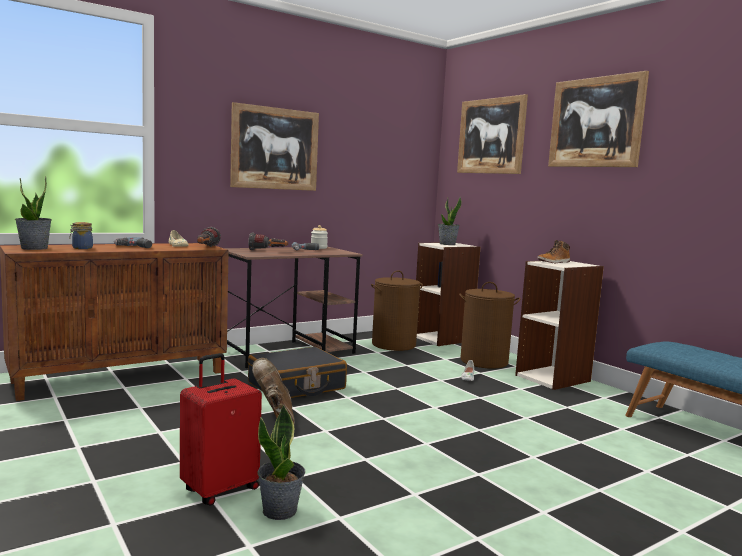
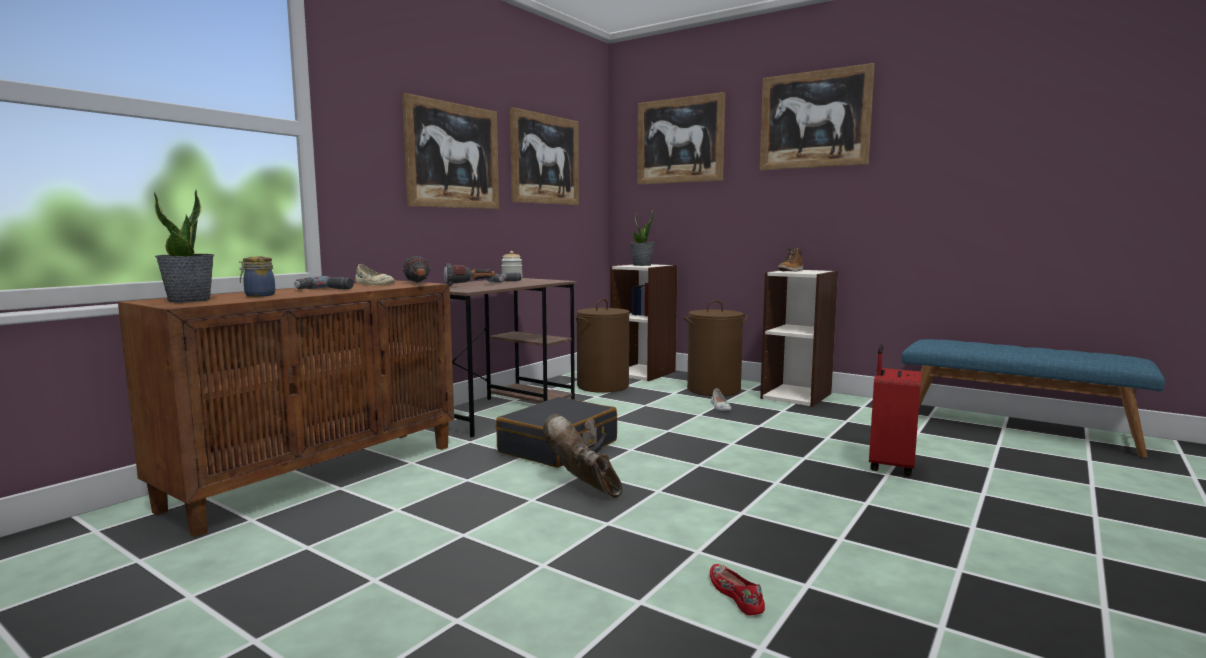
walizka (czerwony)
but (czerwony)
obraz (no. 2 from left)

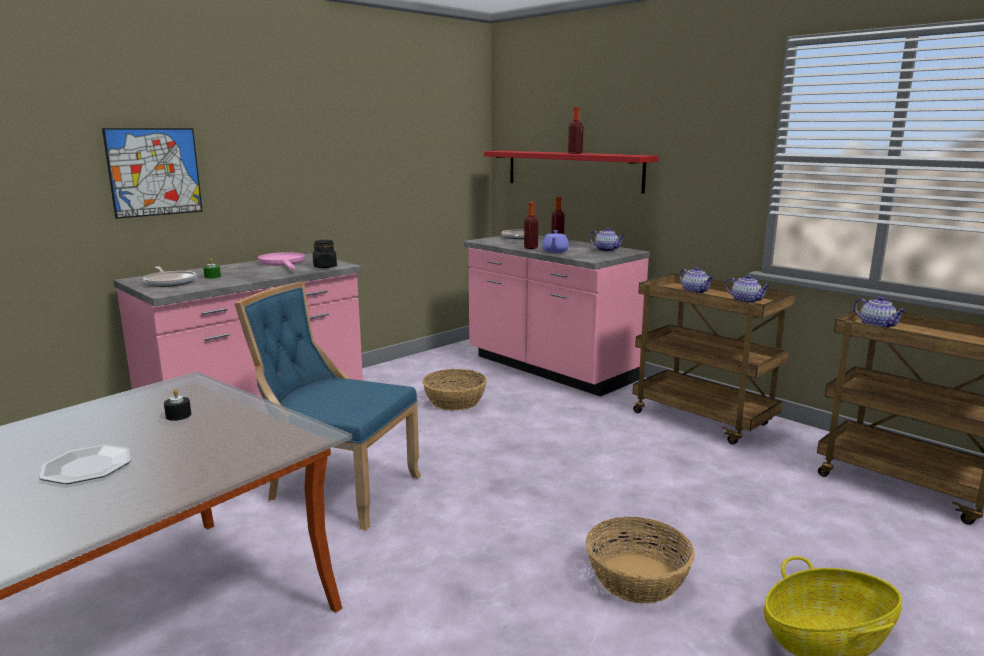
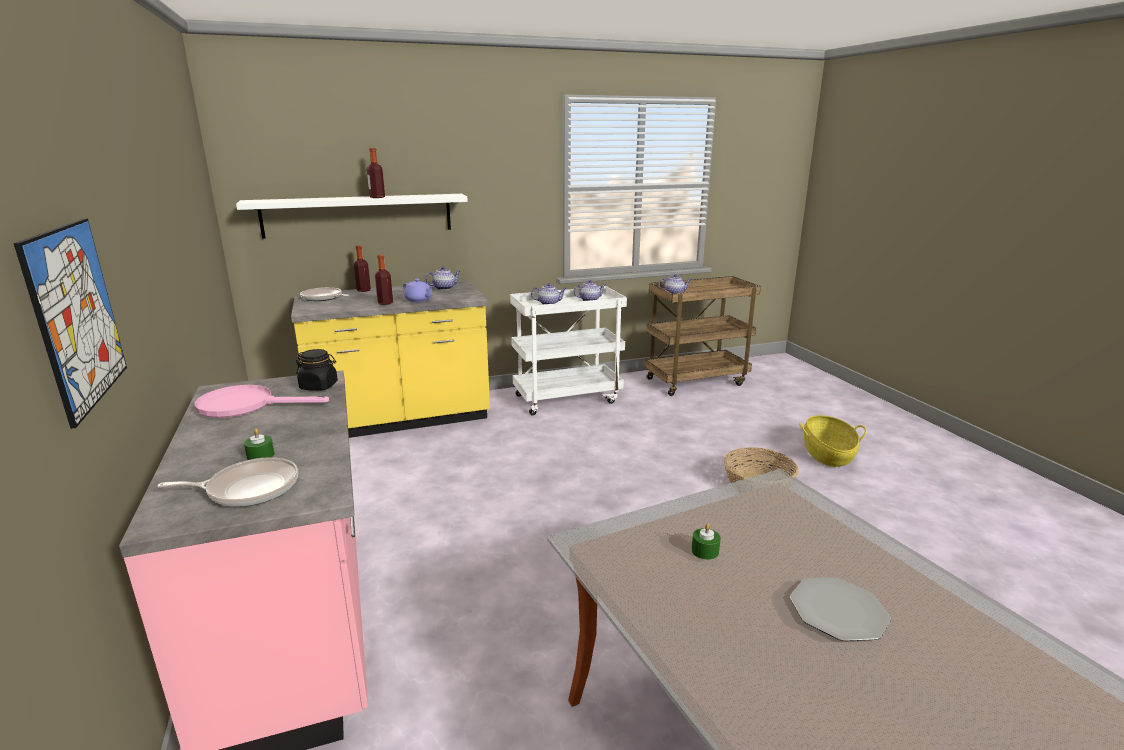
półka (biały)
zabudowa kuchenna (żółty)
wózek (biały)
krzesło (niebieski)
koszyk (no. 1 from left in the first image)
świeca (zielony) (no. 2 from left)

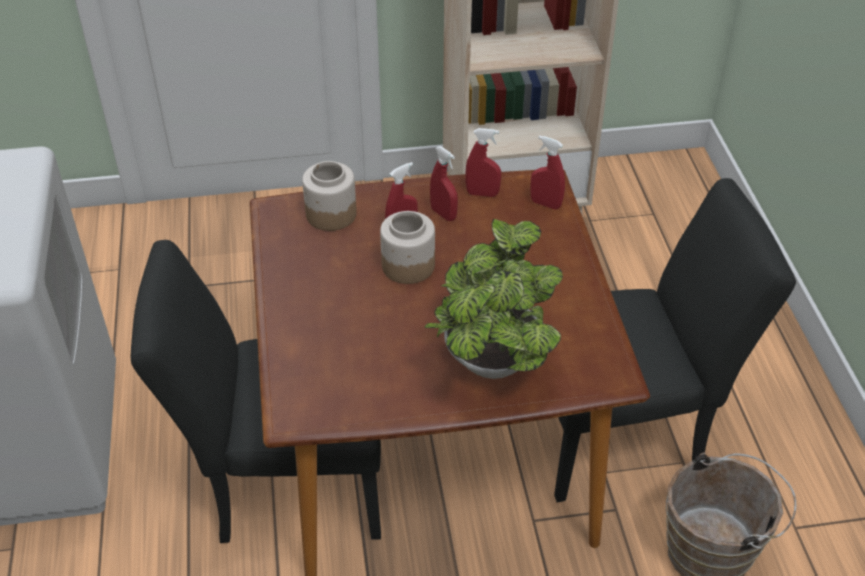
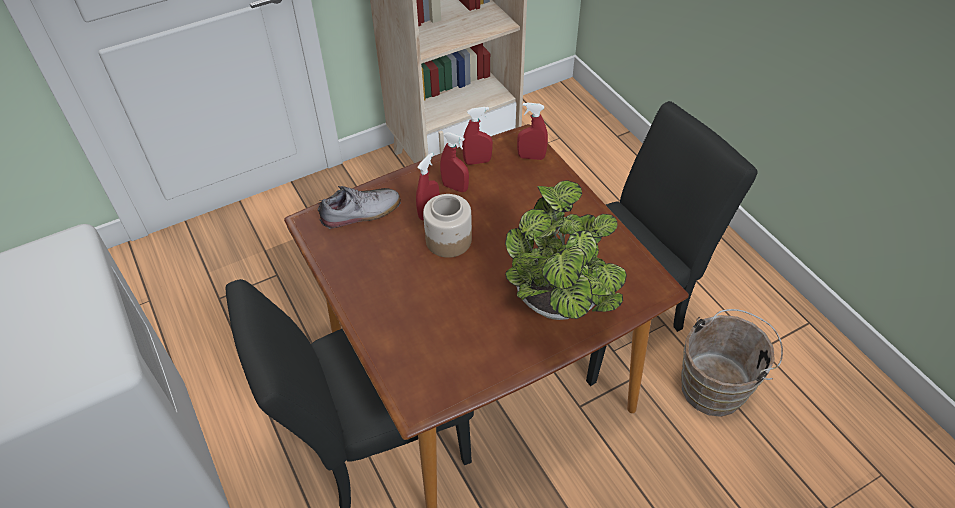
but

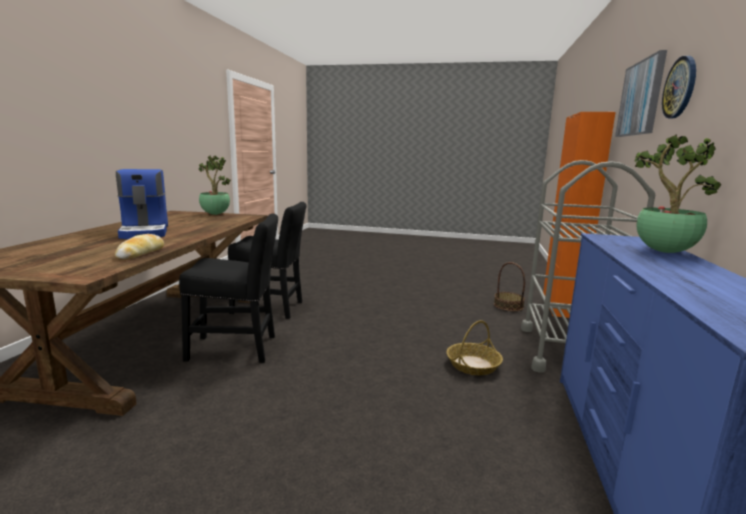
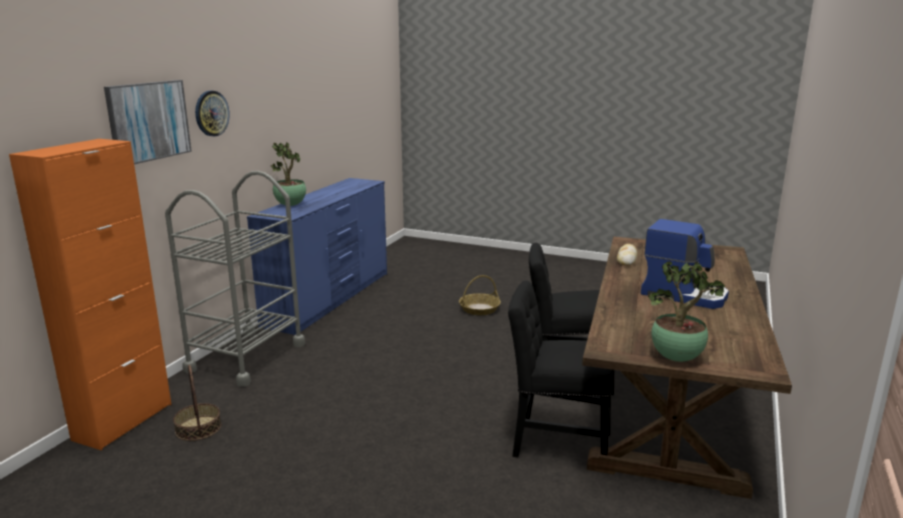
ekspres do kawy
koszyk (no. 2 from left)

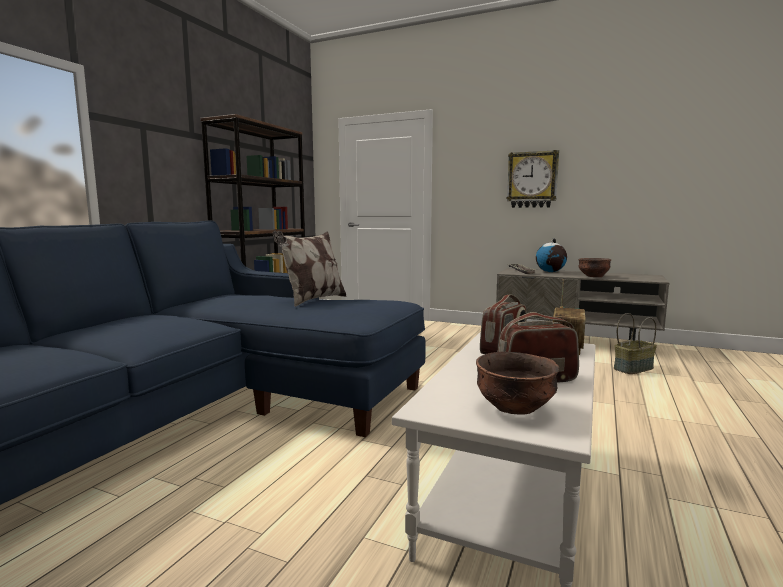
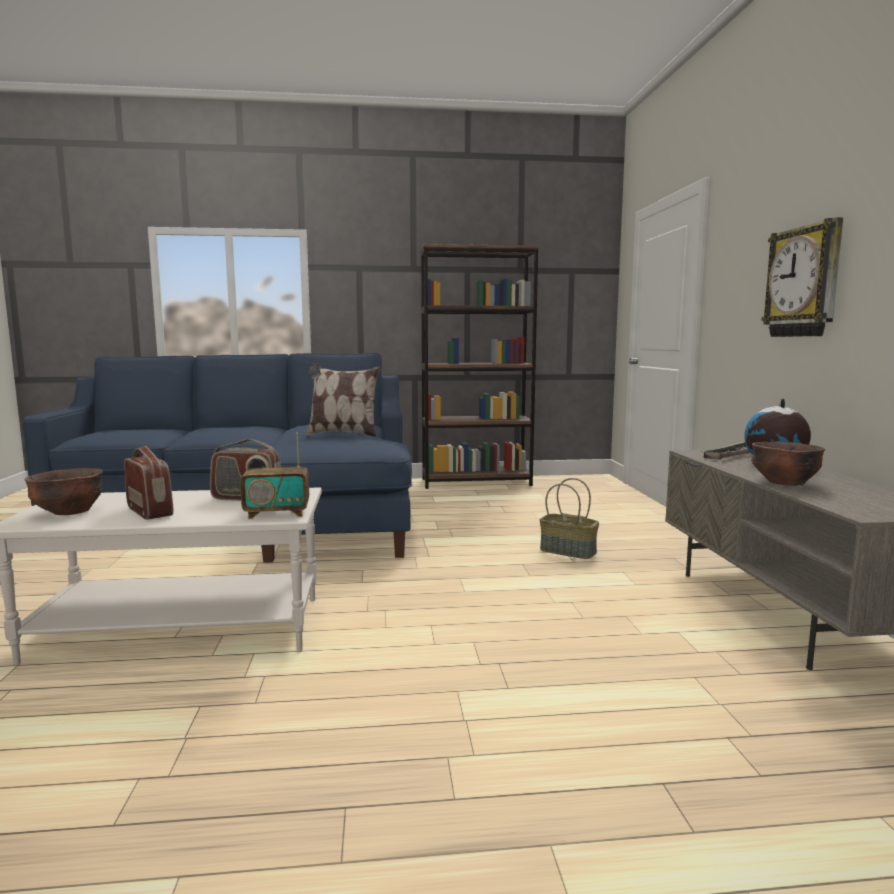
koszyk

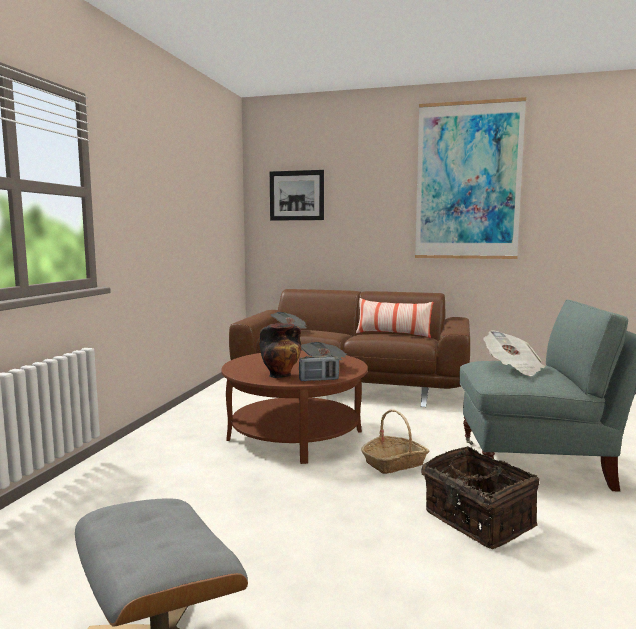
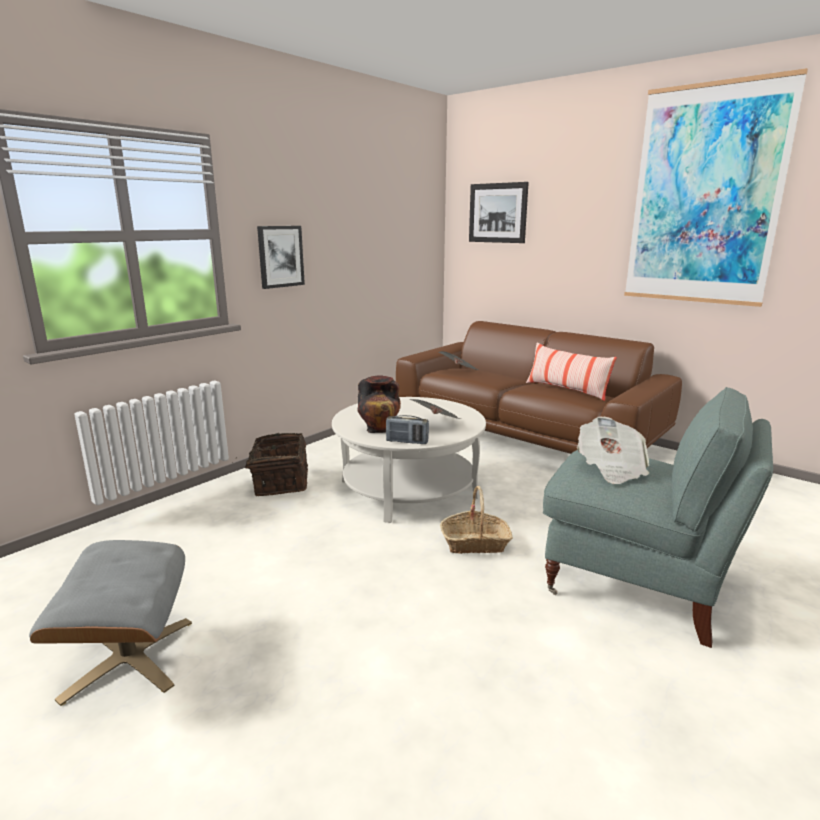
ława (biały)
koszyk (no. 1 from left)
obraz (no. 1 from left)

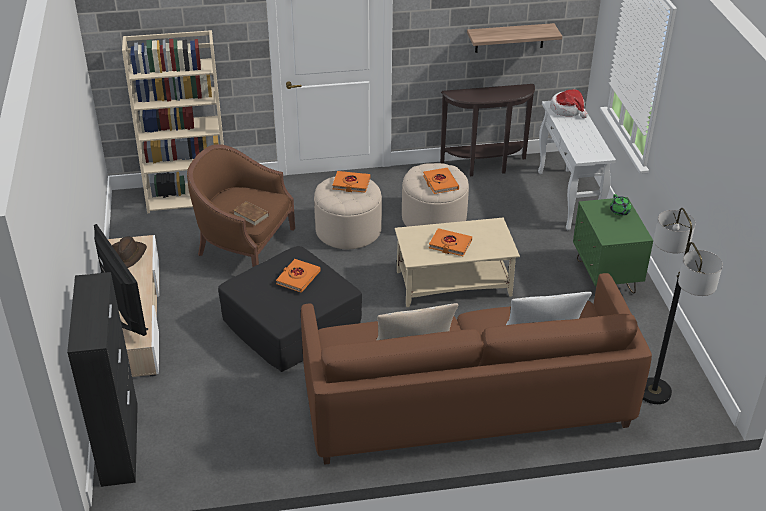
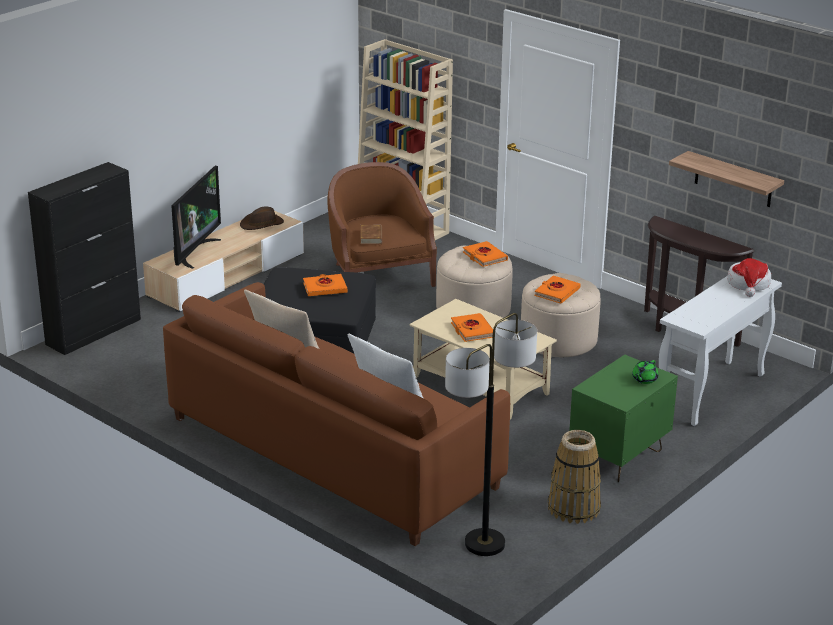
koszyk

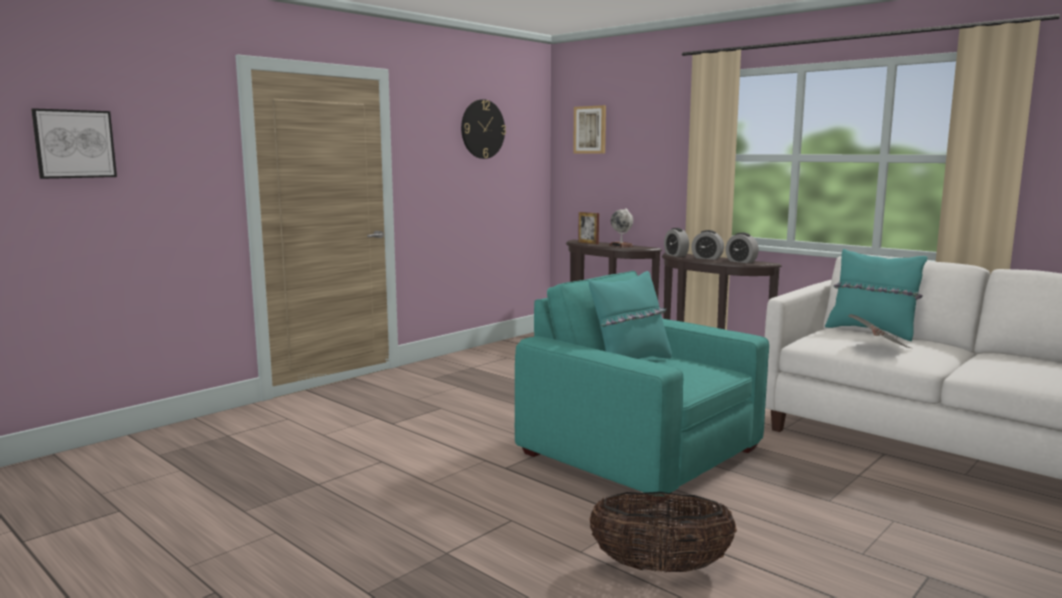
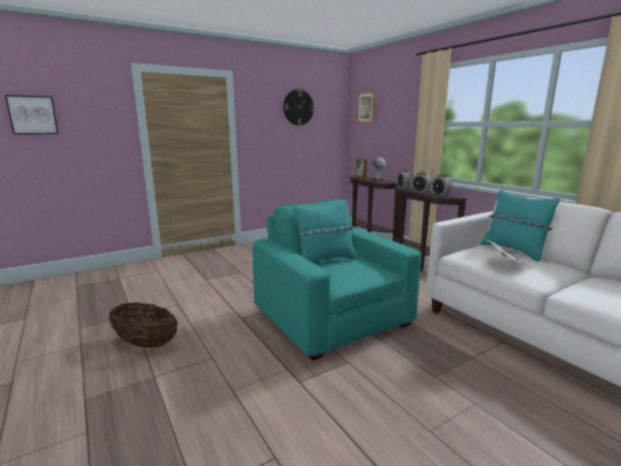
koszyk

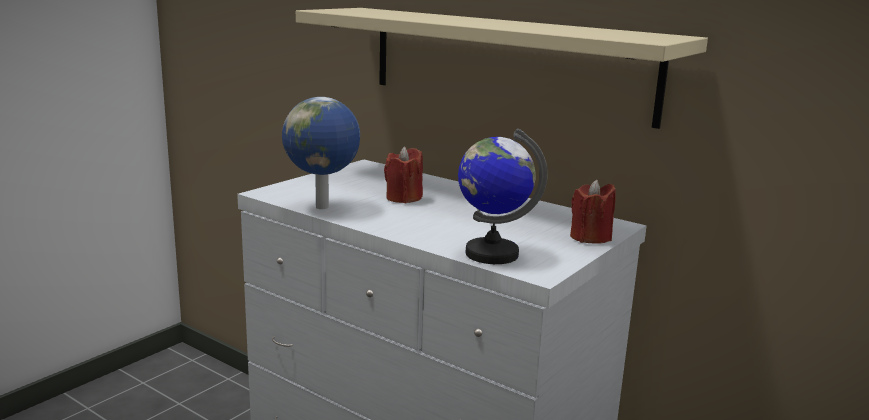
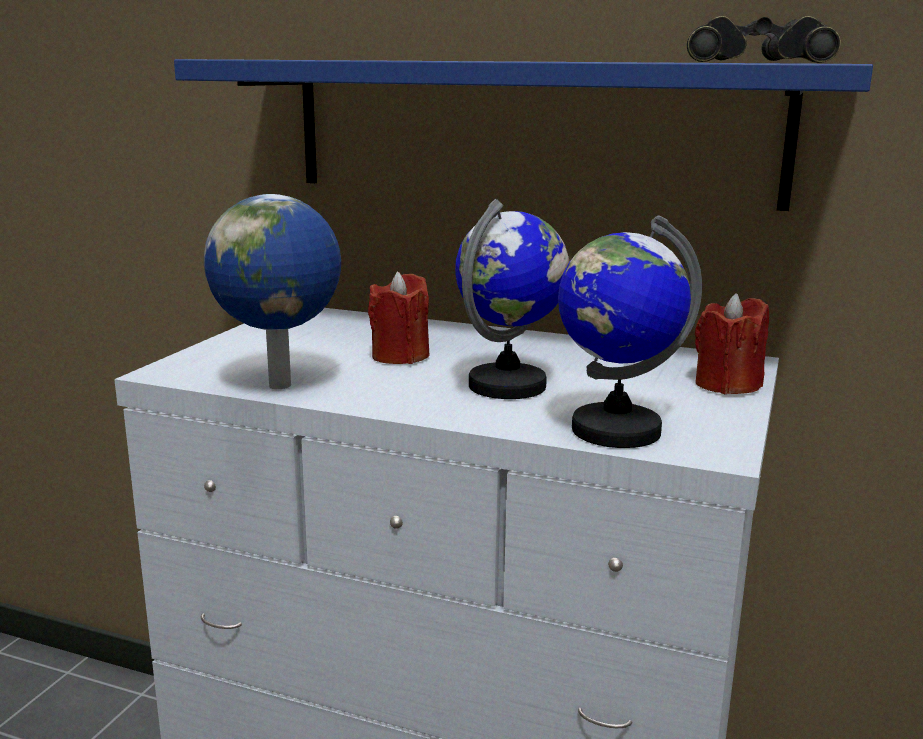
półka (niebieski)
lornetka (czarny)
globus (no. 2 from left)

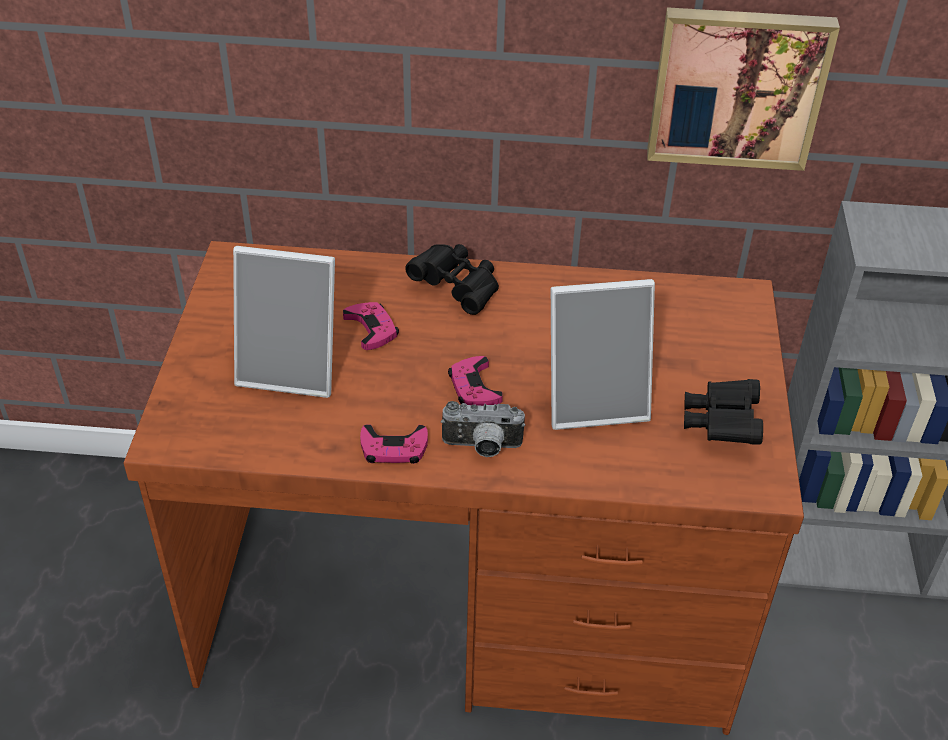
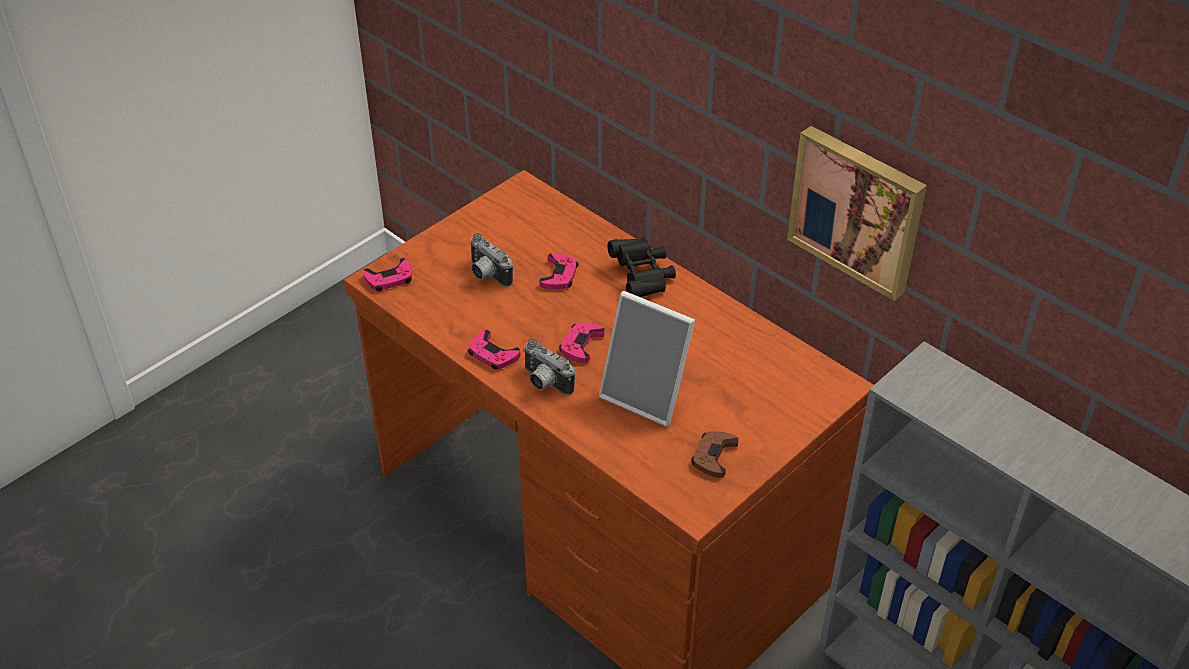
aparat fotograficzny (no. 1 from left)
pad do gier (brązowy)
pad do gier (różowy) (no. 1 from left)

